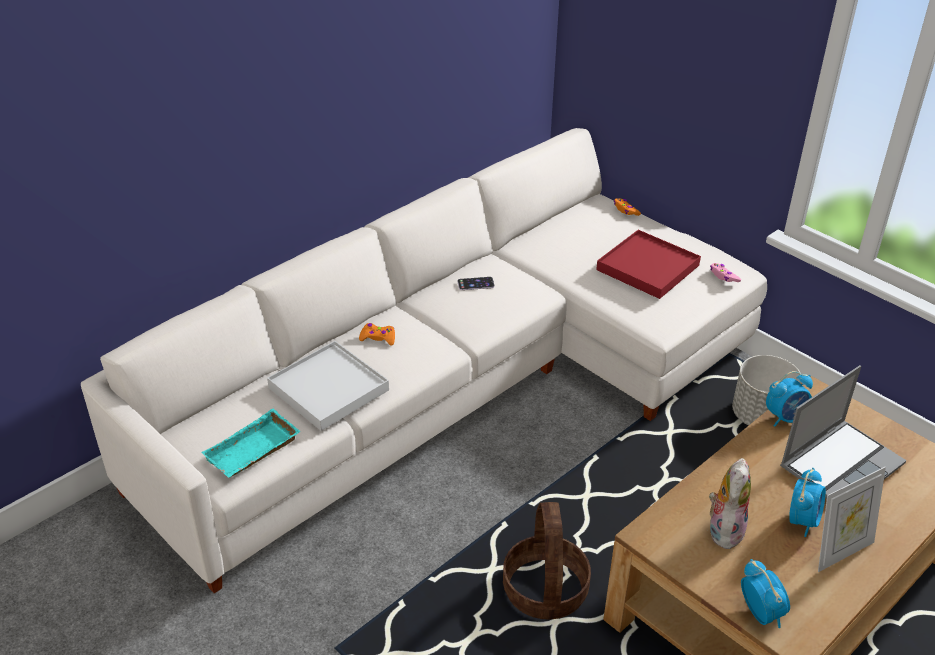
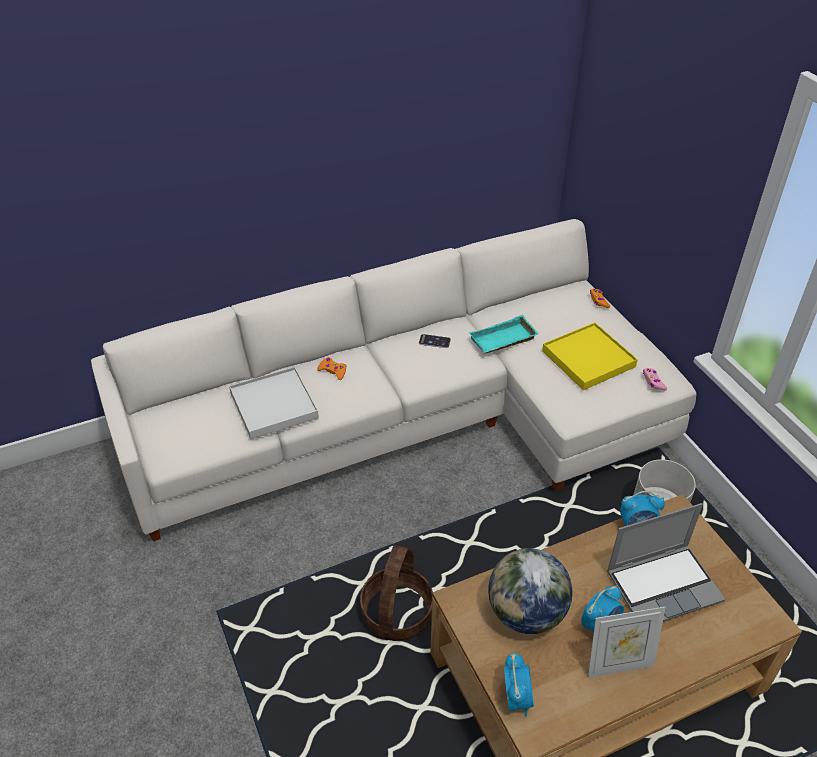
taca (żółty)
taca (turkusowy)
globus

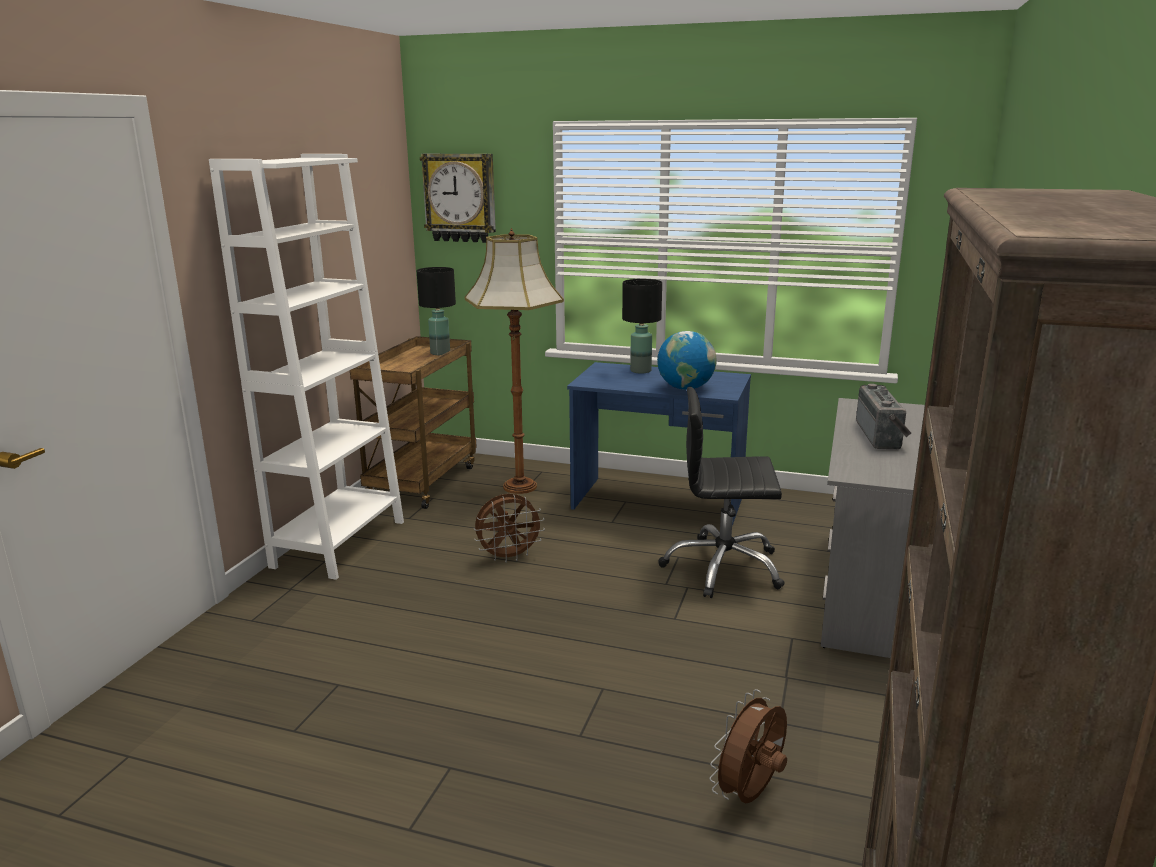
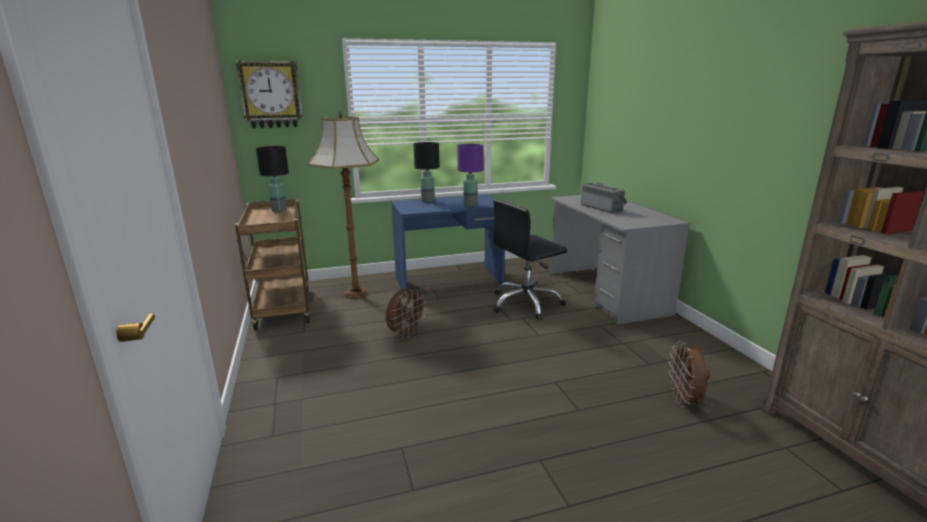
regał (biały)
lampa stołowa (fioletowy)

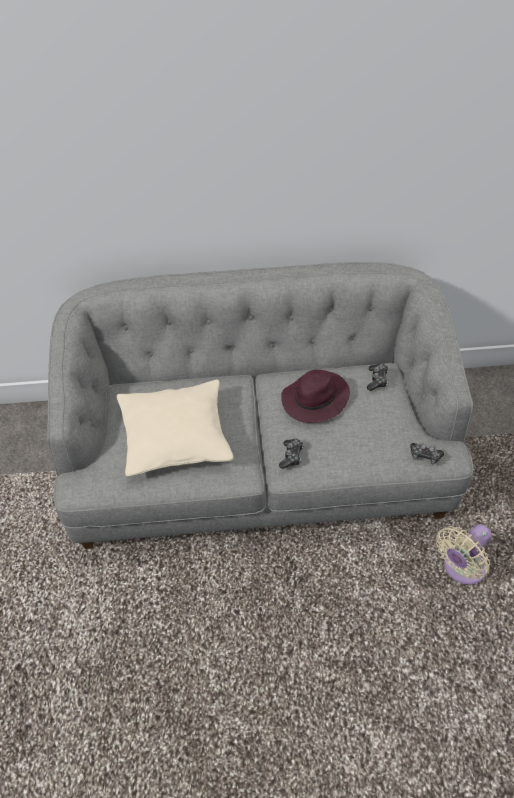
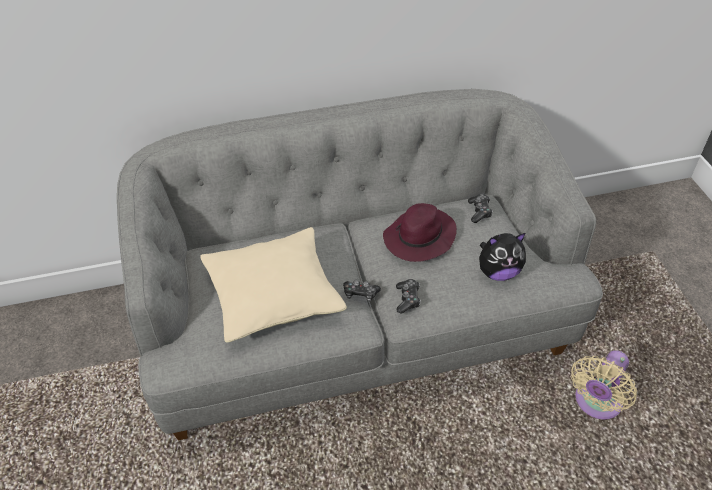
pad do gier (no. 1 from left)
pluszak

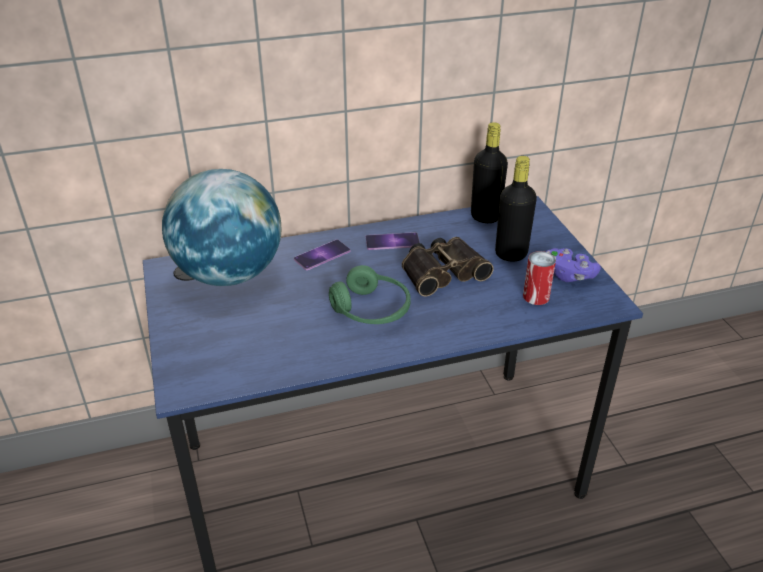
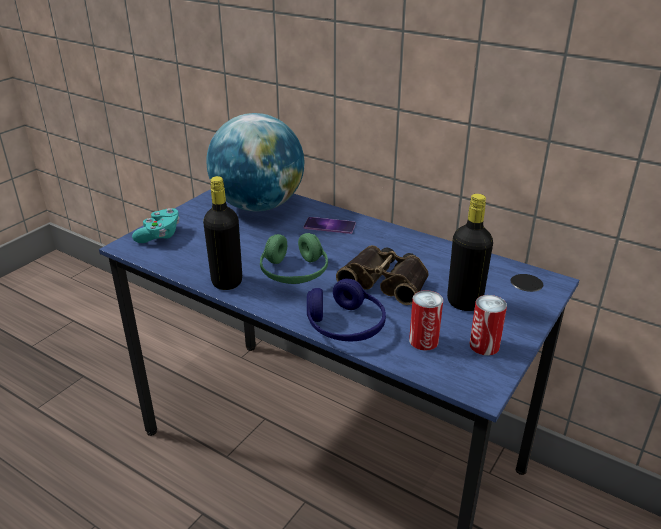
butelka (czarny) (no. 1 from left)
telefon (no. 2 from left in the first image)
puszka (no. 2 from left)
pad do gier (turkusowy)
słuchawki (niebieski)

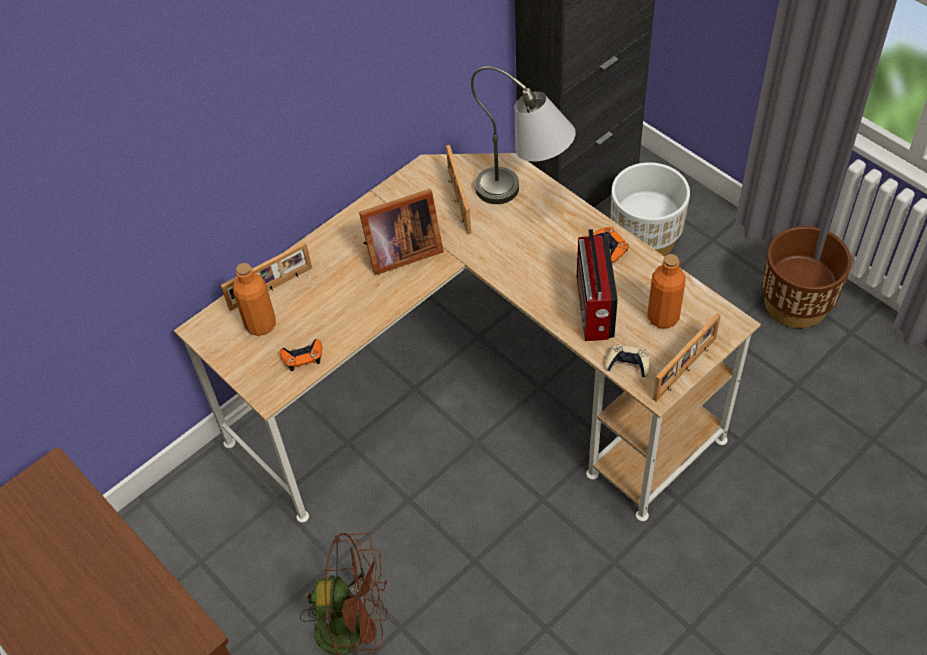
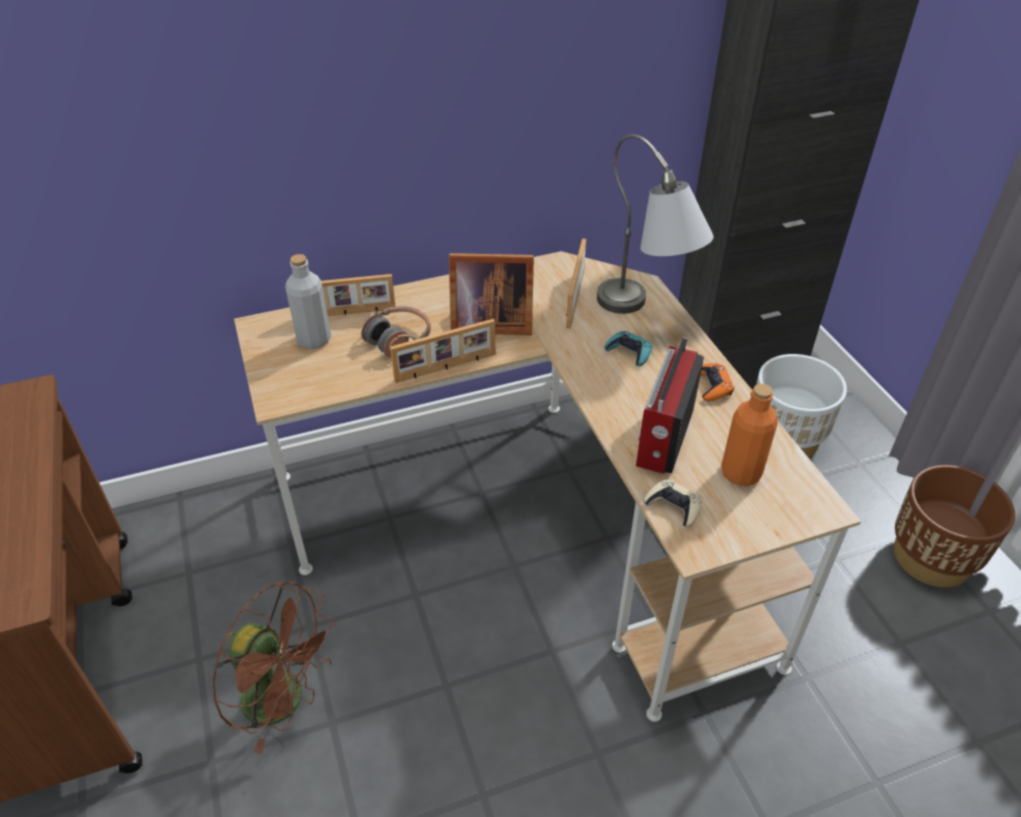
butelka (szary)
ramka na zdjęcie (no. 2 from left)
pad do gier (pomarańczowy) (no. 1 from left in the first image)
słuchawki
pad do gier (turkusowy)

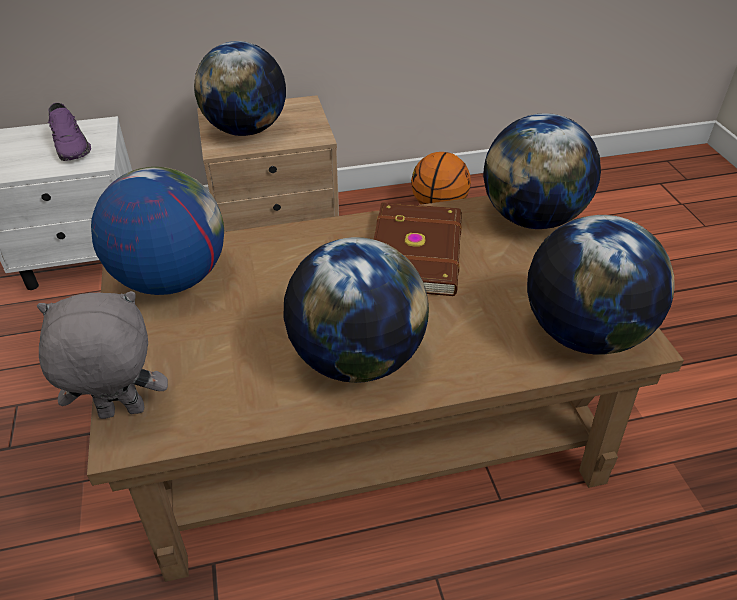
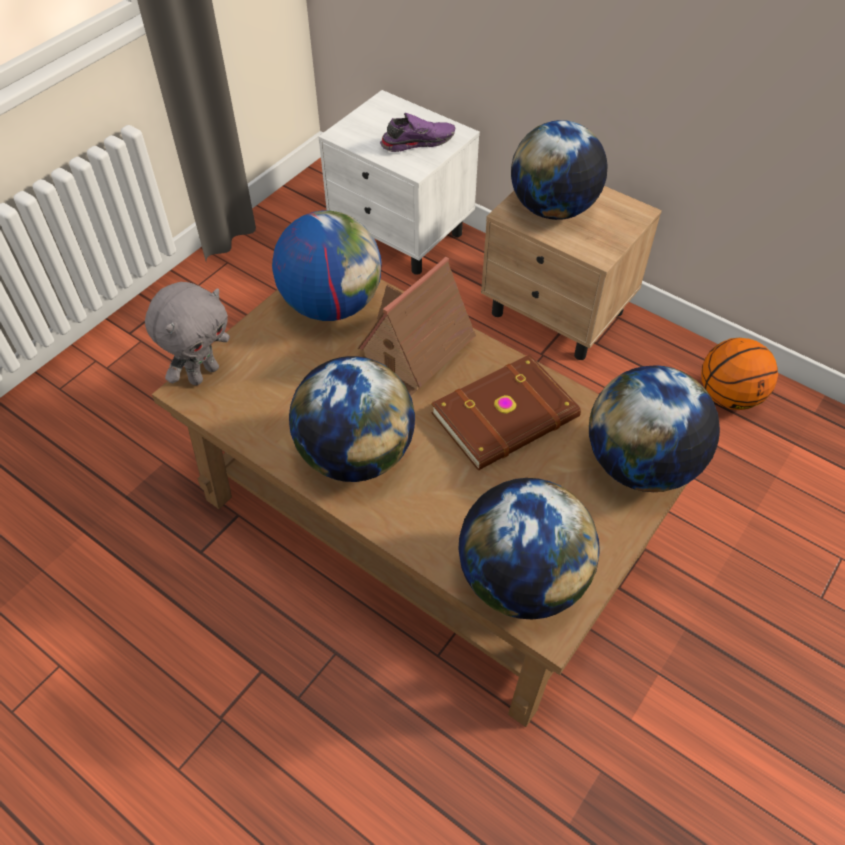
but (fioletowy)
pluszak (szary)
domek

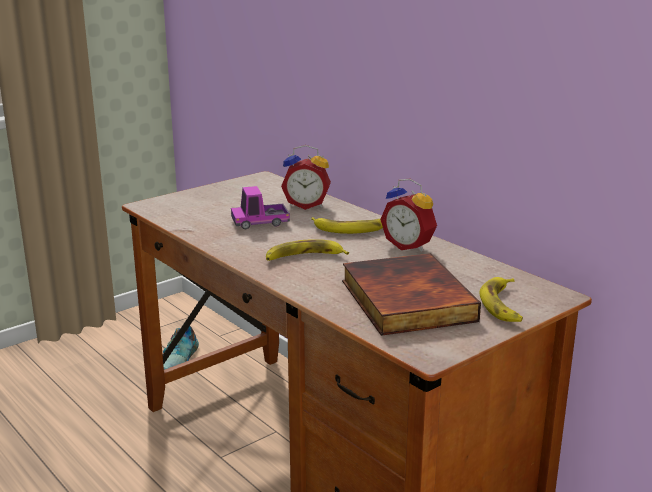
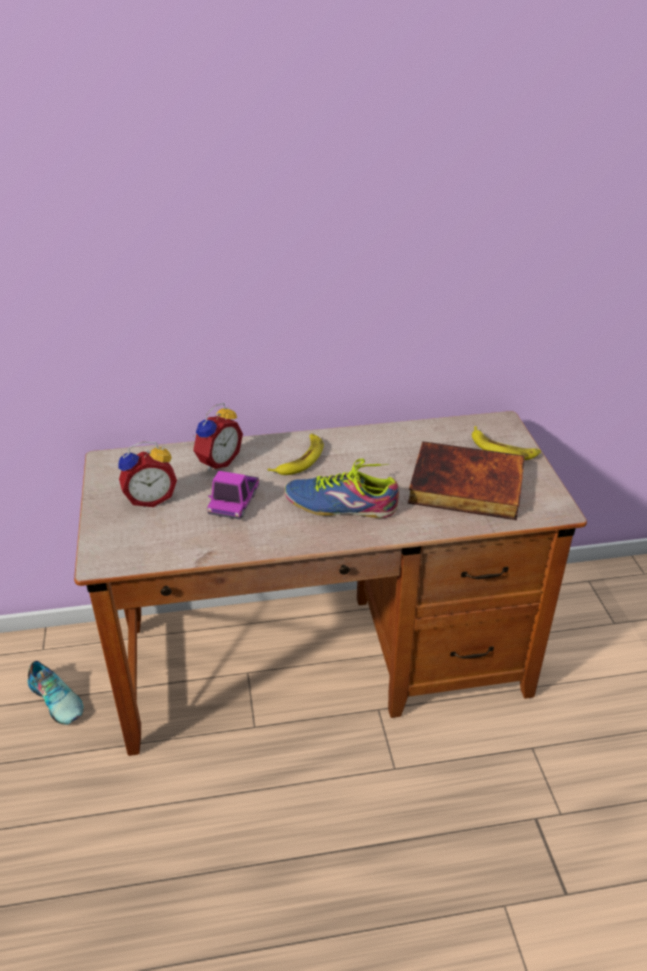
budzik (no. 1 from left)
but (no. 2 from left)

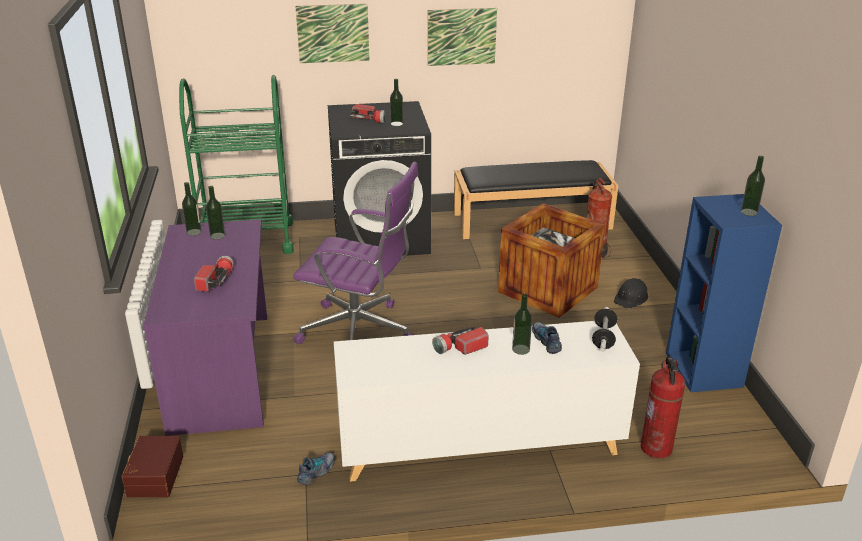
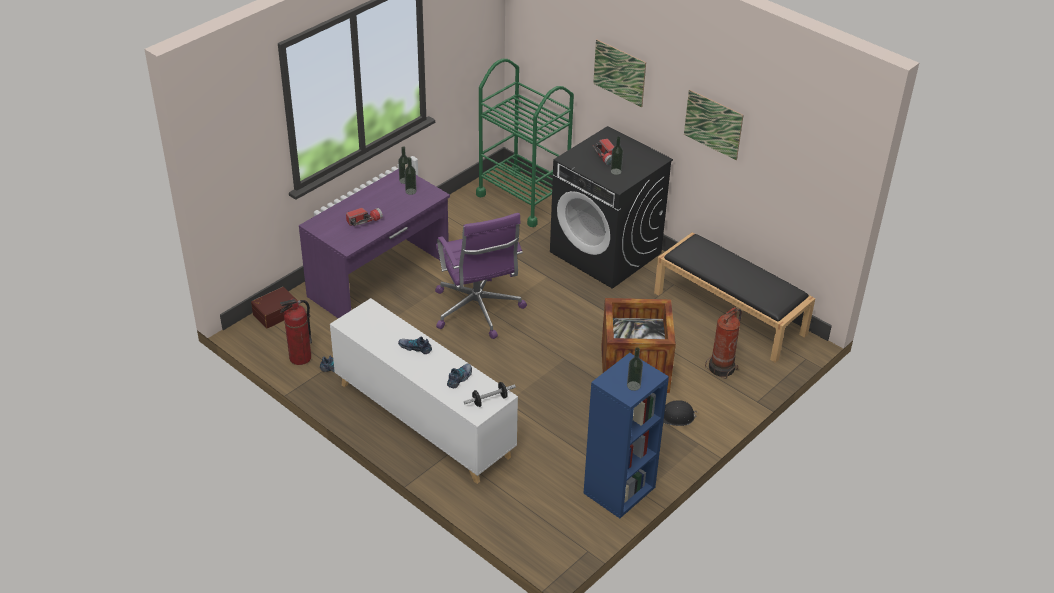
butelka (no. 4 from left in the first image)
but (no. 2 from left)
gaśnica (no. 1 from left)

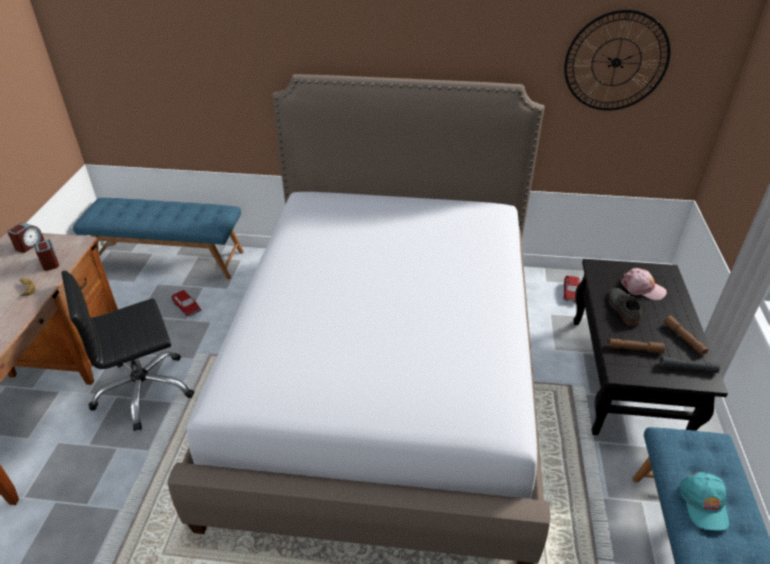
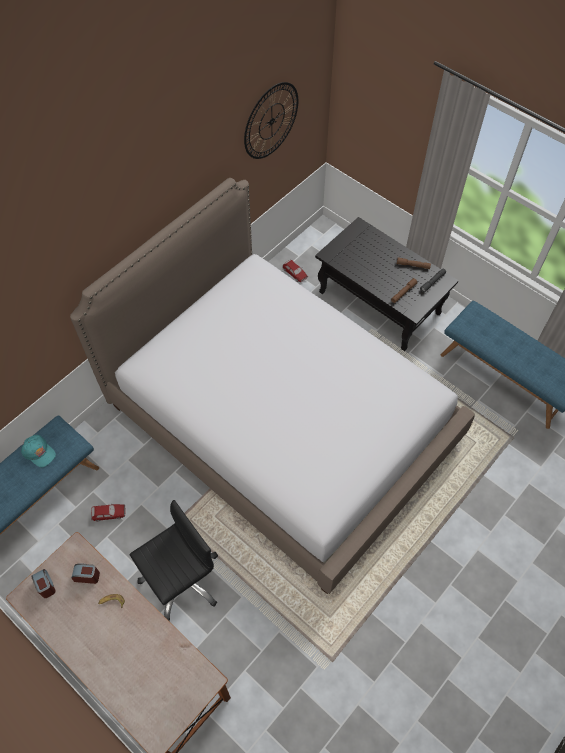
czapka z daszkiem (różowy)
krzesło biurowe (czarny)
but (szary)
czapka z daszkiem (turkusowy)

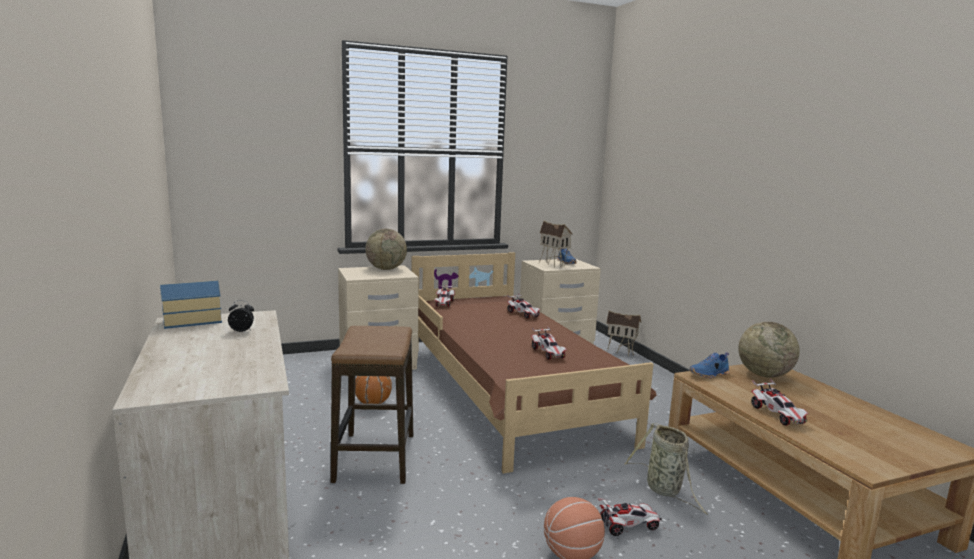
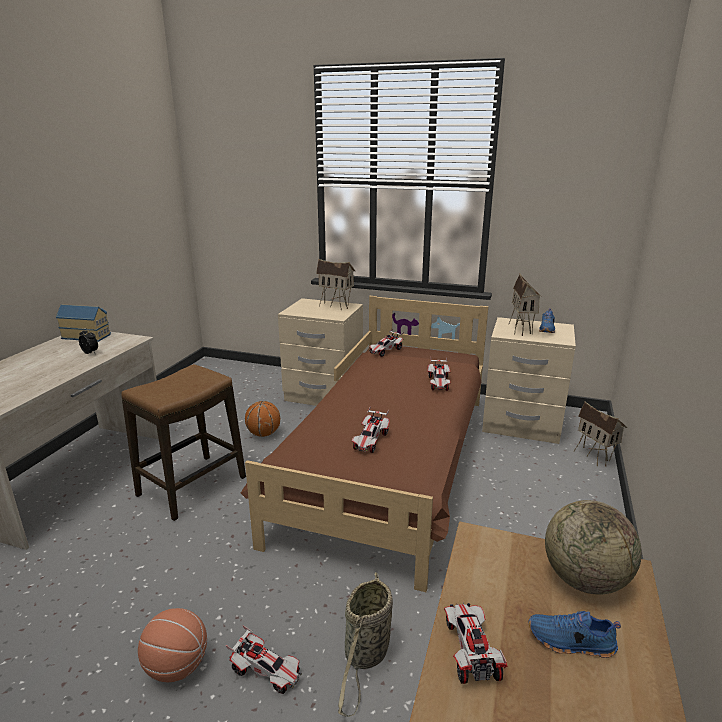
domek (no. 2 from left)
but (niebieski) (no. 2 from left)
samochodzik (no. 5 from left)

